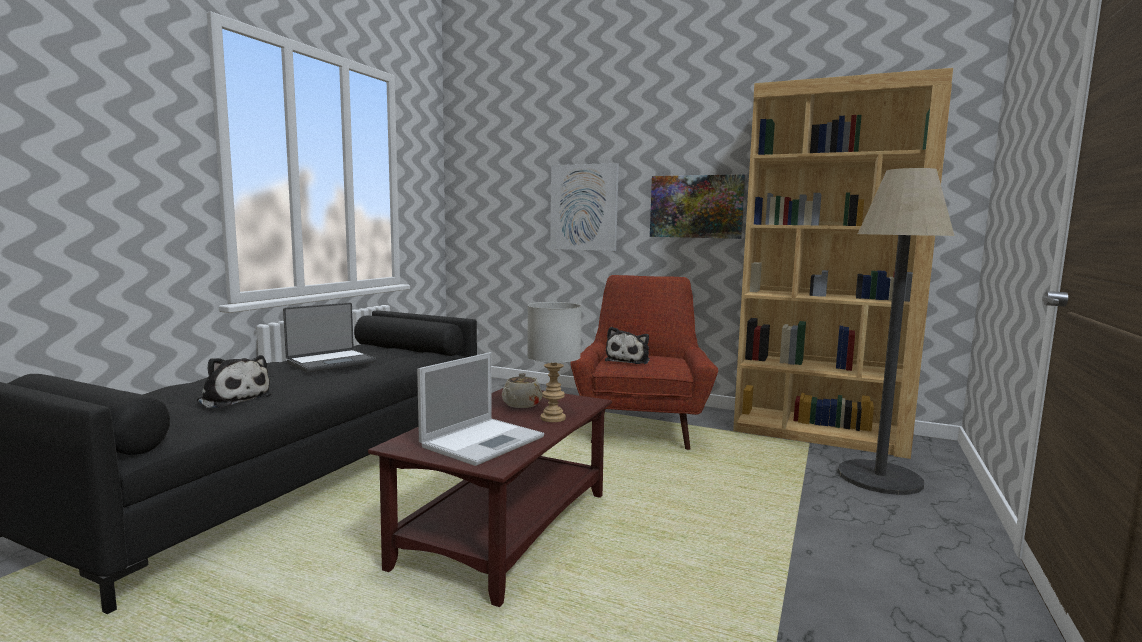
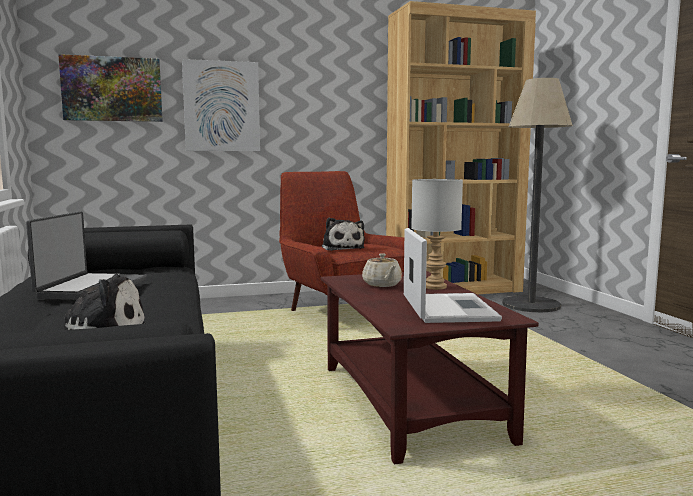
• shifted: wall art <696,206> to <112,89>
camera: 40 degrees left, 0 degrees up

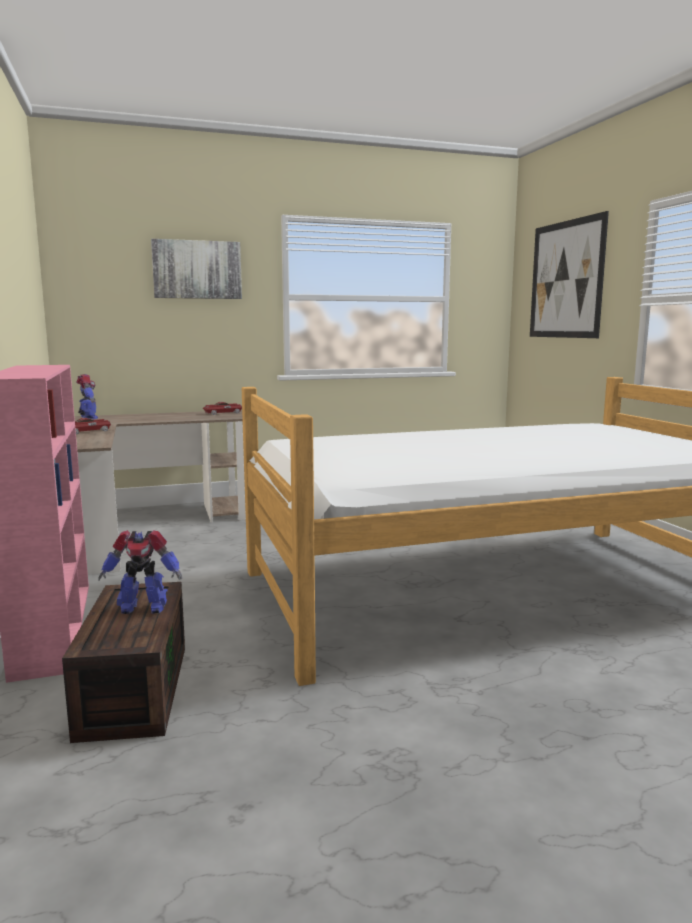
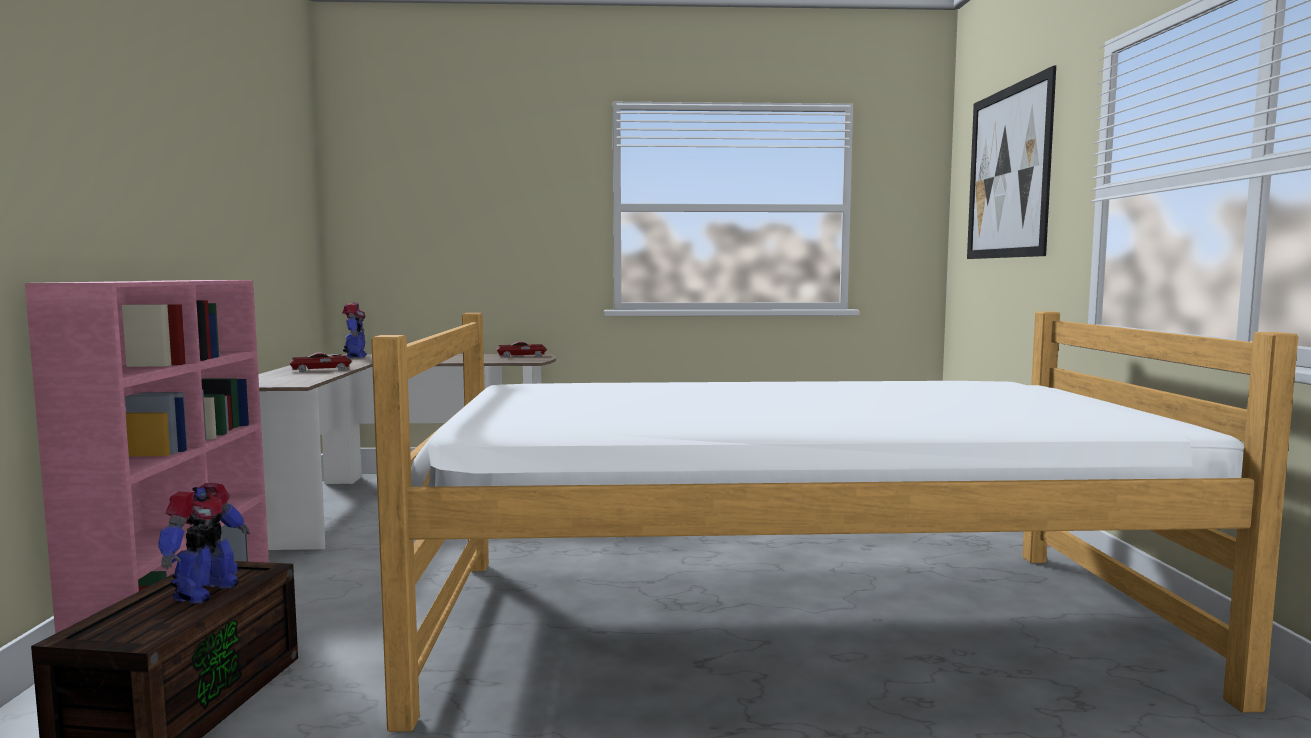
• rotated: model robot <143,607> = <204,592> 90 degrees counterclockwise
• gone: wall art <197,270>
camera: 15 degrees right, 5 degrees down

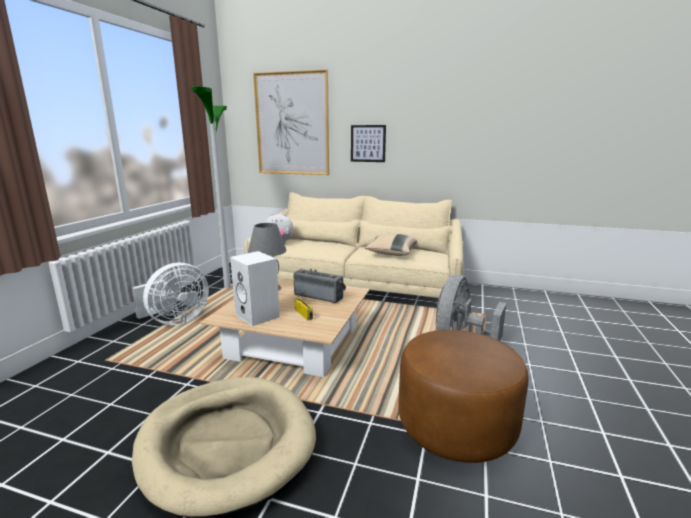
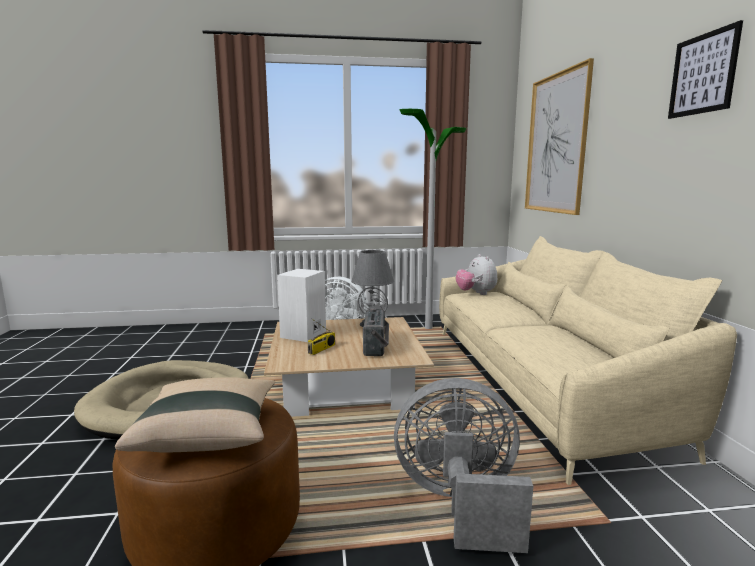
• shifted: wall art <368,143> to <703,74>
• shifted: cushion (sand-coloured) <391,253> to <208,433>
camera: 65 degrees right, 5 degrees down

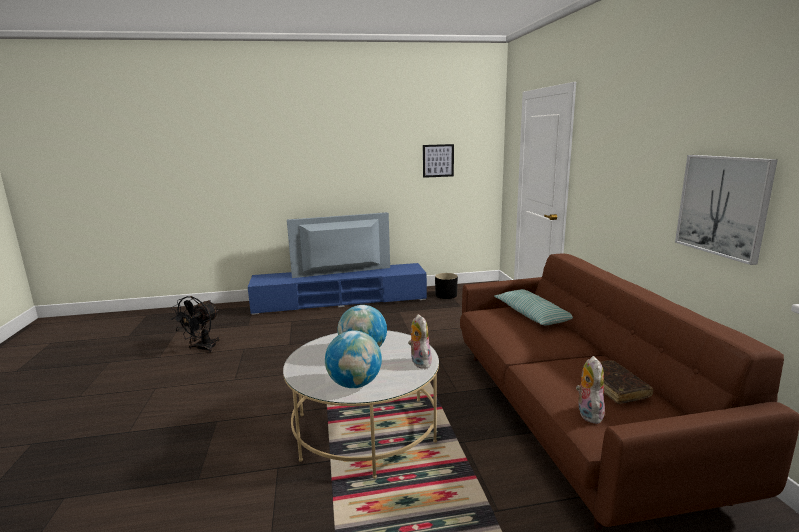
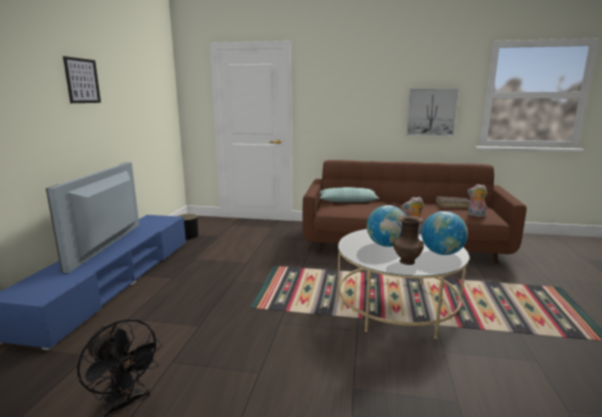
• shifted: wall art <438,160> to <82,81>
• new: vase (brown) <406,262>
camera: 70 degrees left, 0 degrees up

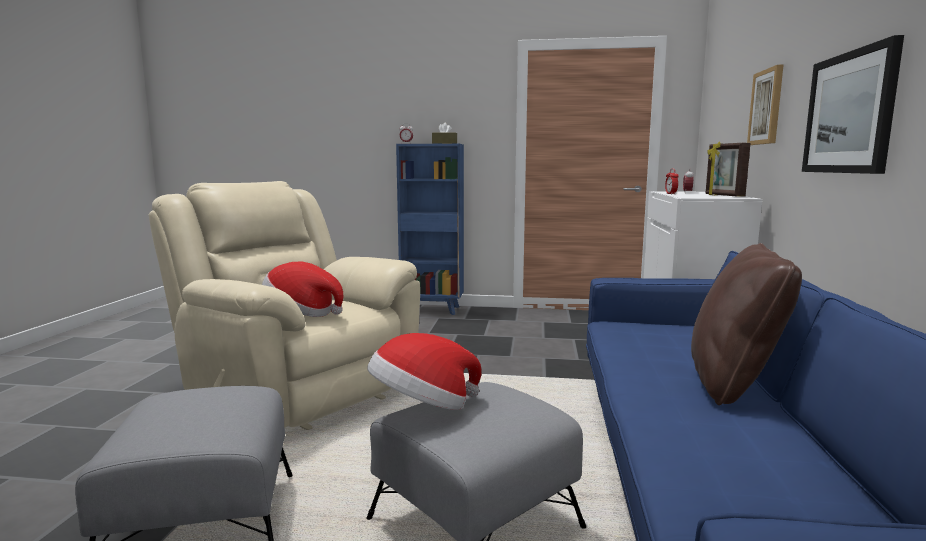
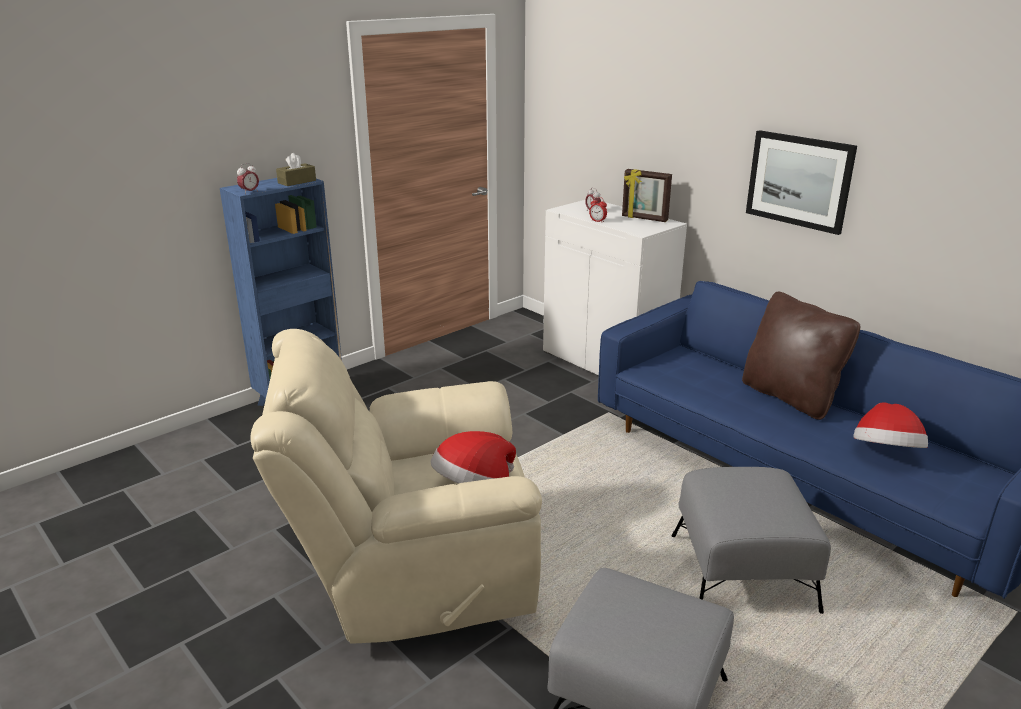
• shifted: clothing hat <423,408> to <885,453>
• gone: wall art <767,107>
camera: 50 degrees left, 15 degrees up

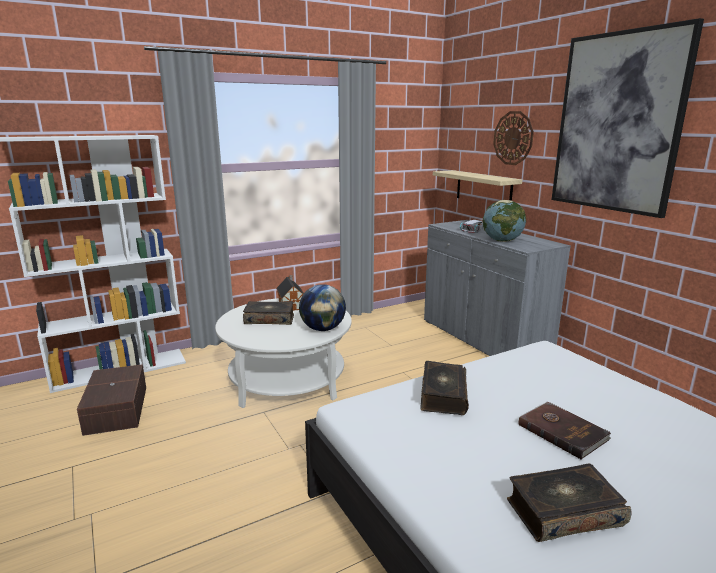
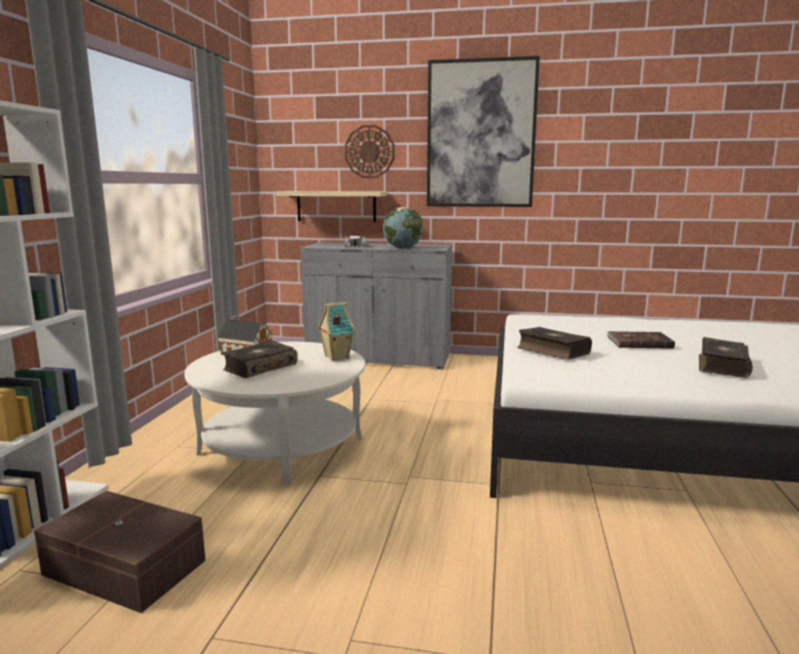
• swapped: world globe <323,329> to toy house <336,357>
camera: 50 degrees left, 5 degrees down

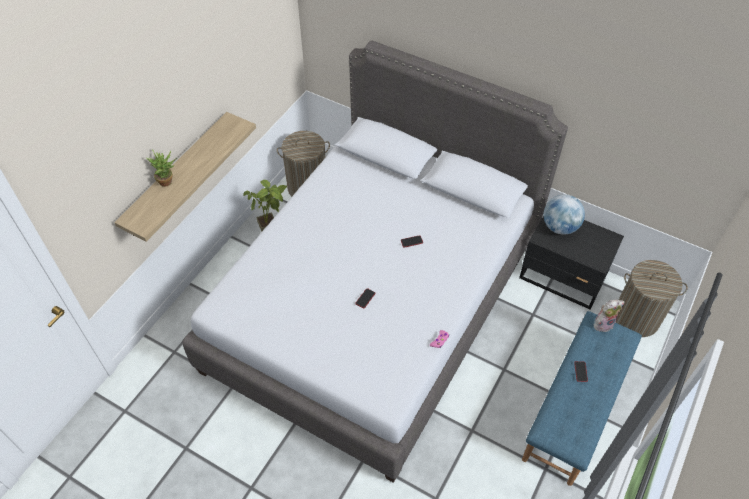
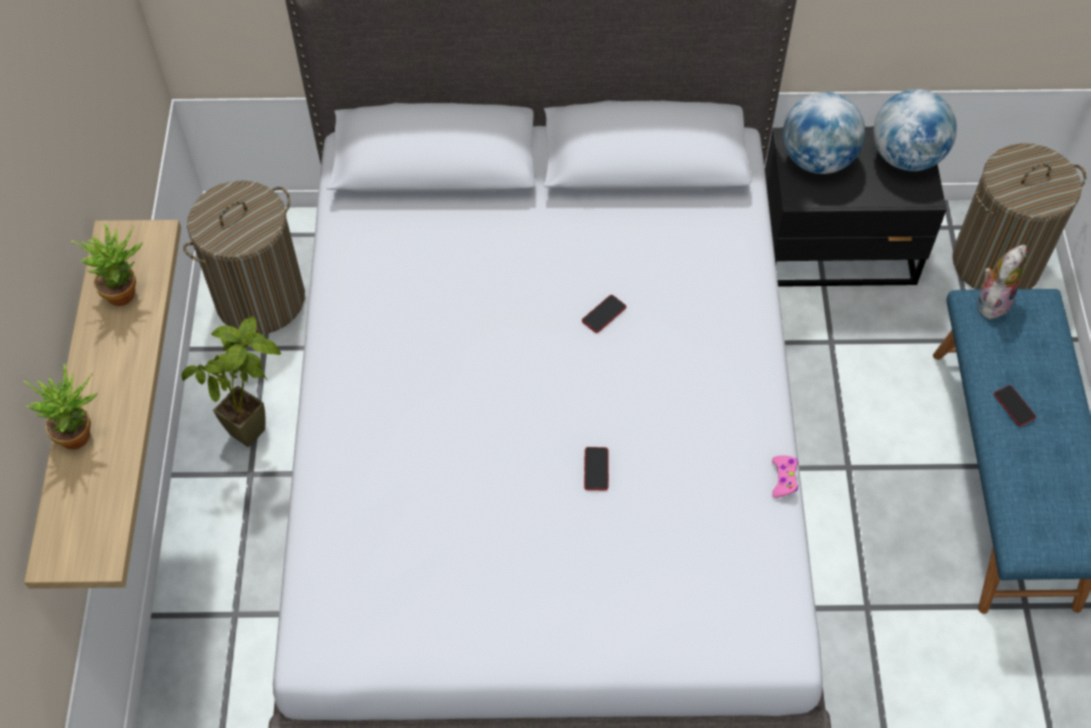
• new: houseplant <126,290>
• new: world globe <906,157>
camera: 30 degrees left, 5 degrees up

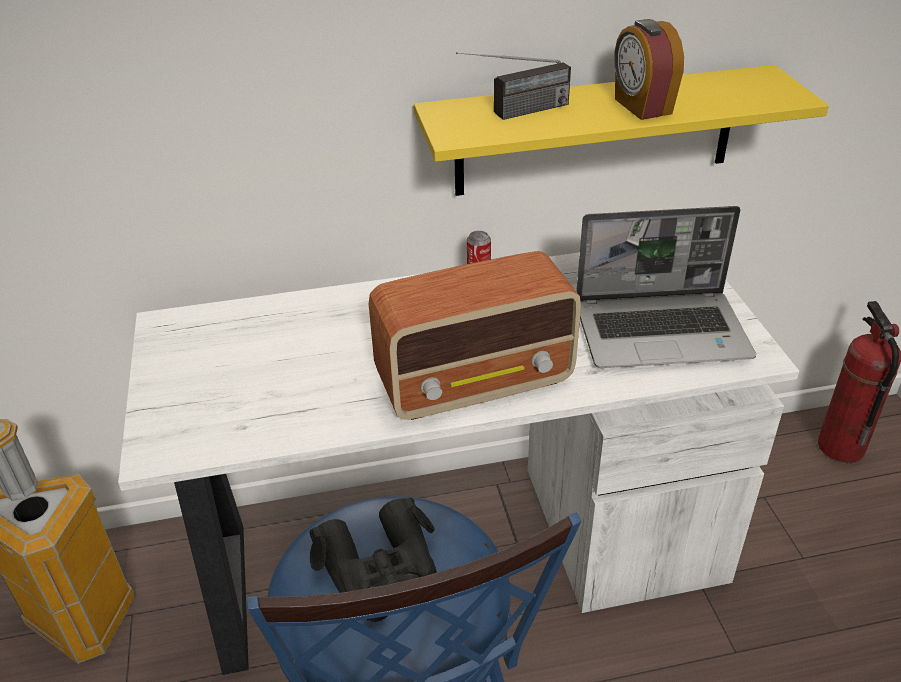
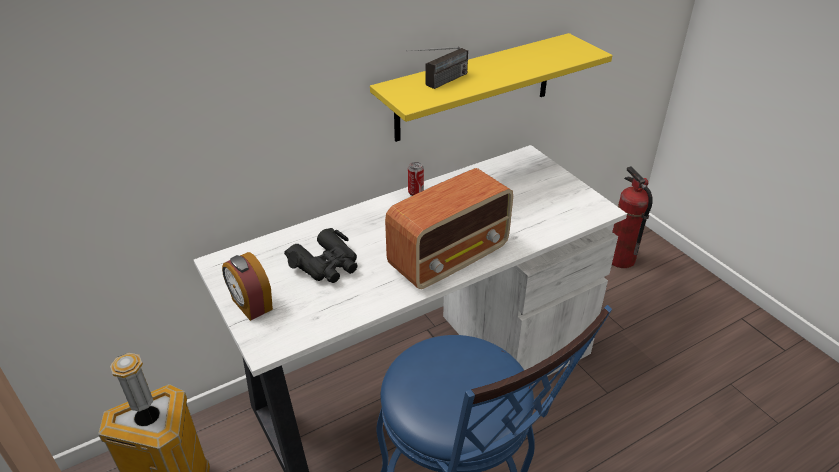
• shifted: binoculars (blackish) <381,571> to <326,264>
• gone: laptop <662,331>
• shifted: bedside clock <641,106> to <251,305>
camera: 20 degrees left, 0 degrees up

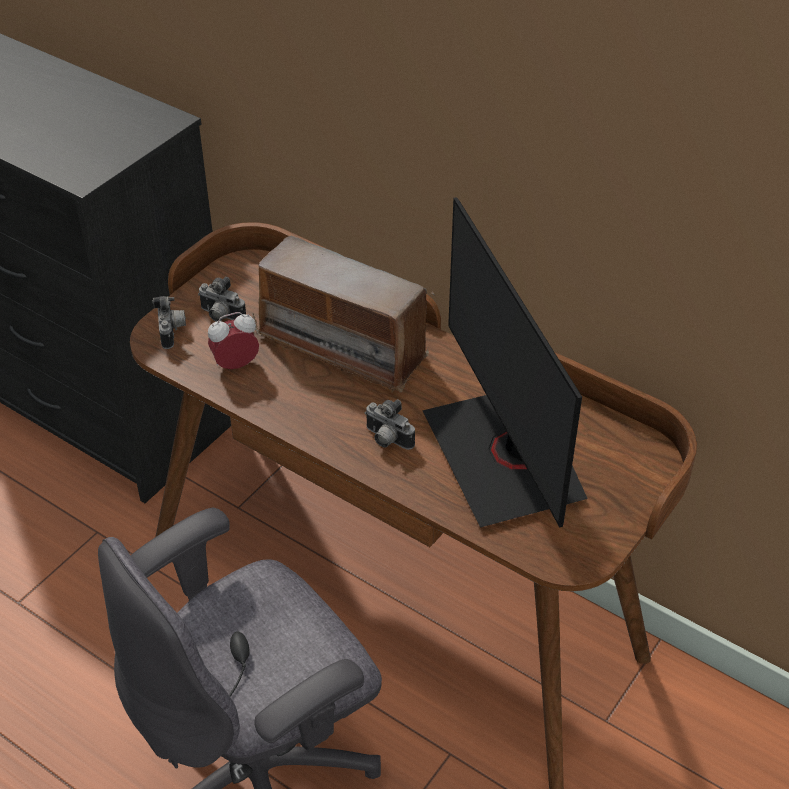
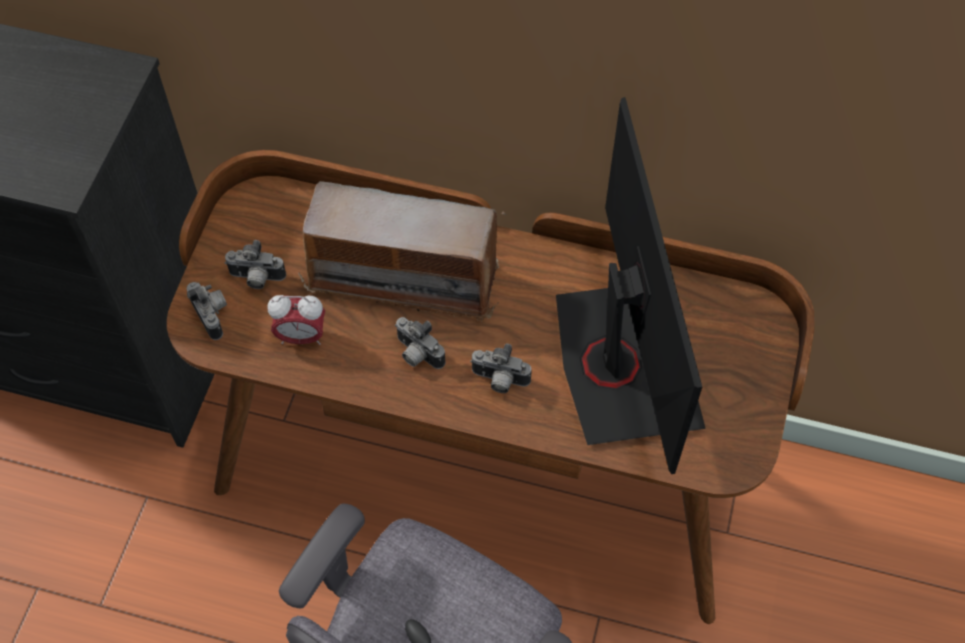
• rotated: bedside clock <236,365> = <301,336> 135 degrees counterclockwise
• rotated: computer display <505,457> = <624,363> 150 degrees counterclockwise
• new: still camera <417,354>
camera: 20 degrees left, 15 degrees up

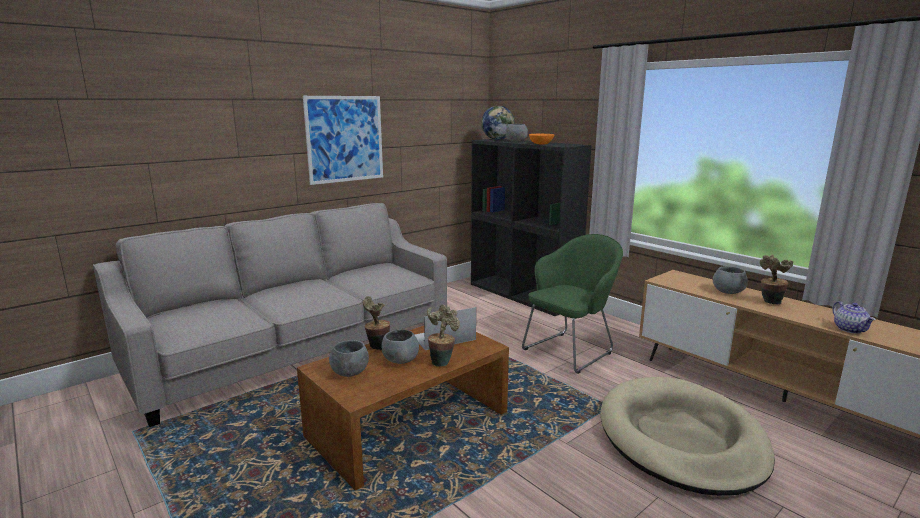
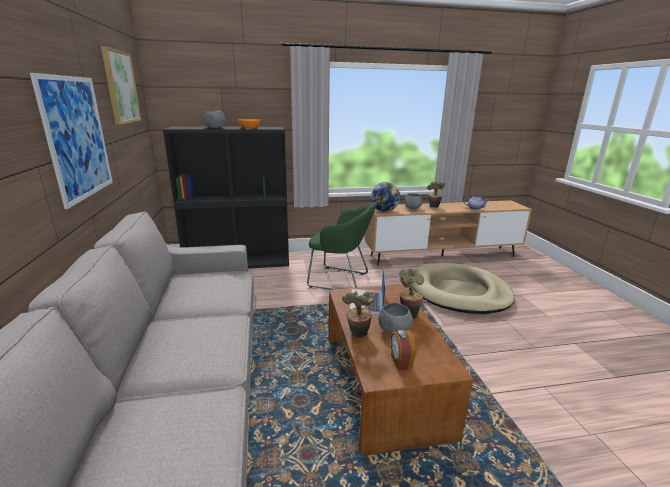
• swapped: bowl (gray) <349,373> to bedside clock <400,362>
• shifted: world globe <497,139> to <384,210>
• rotated: easy chair (greenish) <571,350> = <341,280> 120 degrees clockwise
• new: wall art <120,87>
camera: 60 degrees left, 5 degrees up

